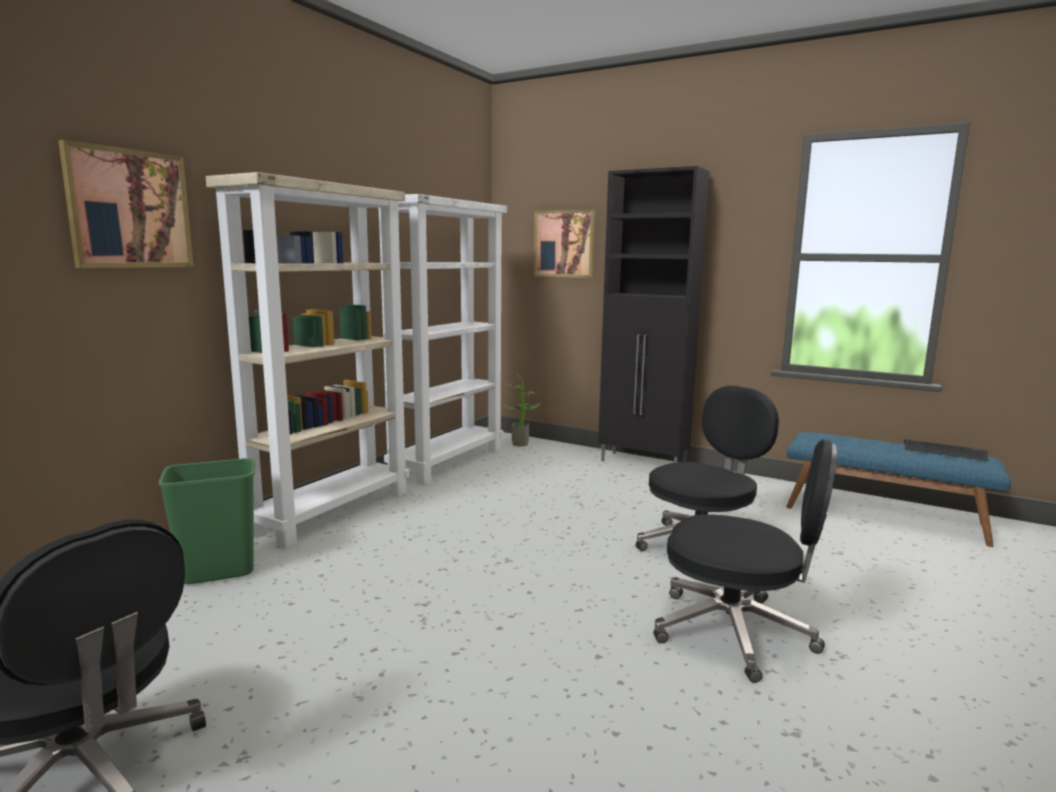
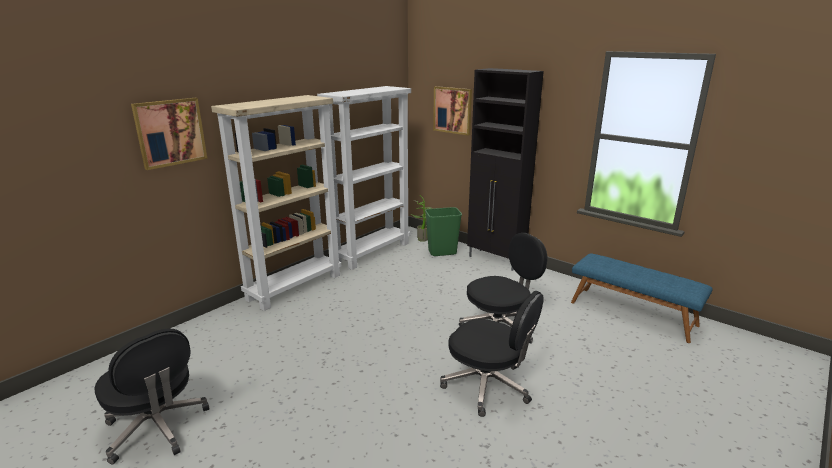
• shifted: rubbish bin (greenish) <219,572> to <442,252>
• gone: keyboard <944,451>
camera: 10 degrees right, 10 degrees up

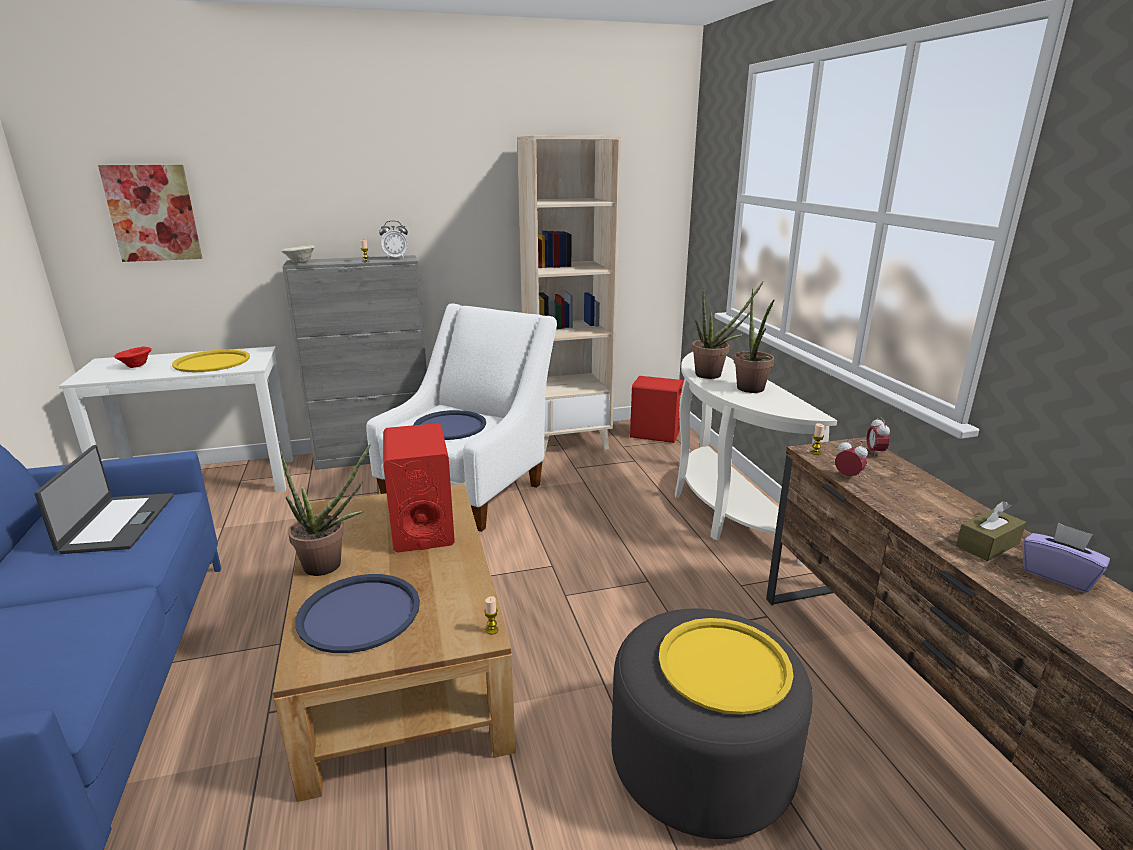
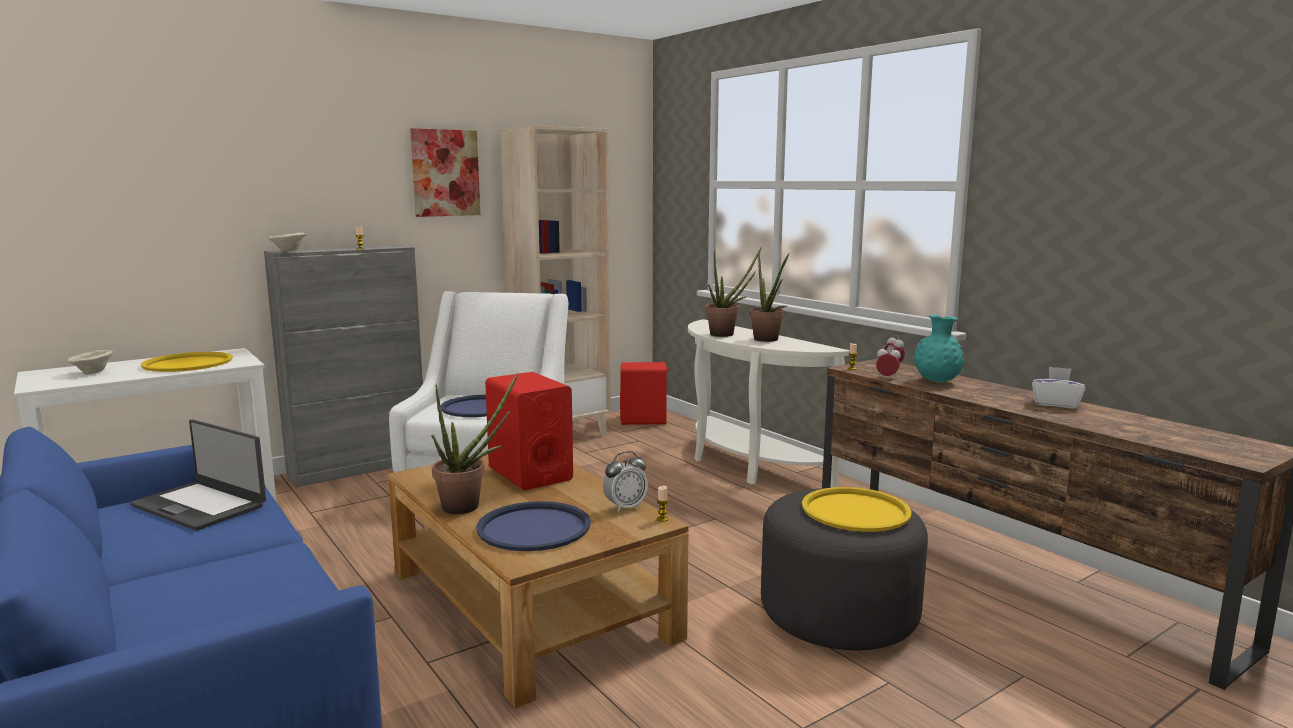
• rotated: laptop <117,523> = <201,505> 150 degrees clockwise
• shifted: wall art <153,213> to <445,173>
• repainted: bowl (reddish) <136,366> to bowl (sand-coloured) <93,373>
• shifted: bedside clock <396,258> to <625,507>
• gone: tissue box (brown) <987,545>
• repainted: tissue box (purple) <1058,575> to tissue box (white-coloured) <1055,404>
• new: vase (turquoise) <937,381>
camera: 20 degrees left, 10 degrees down

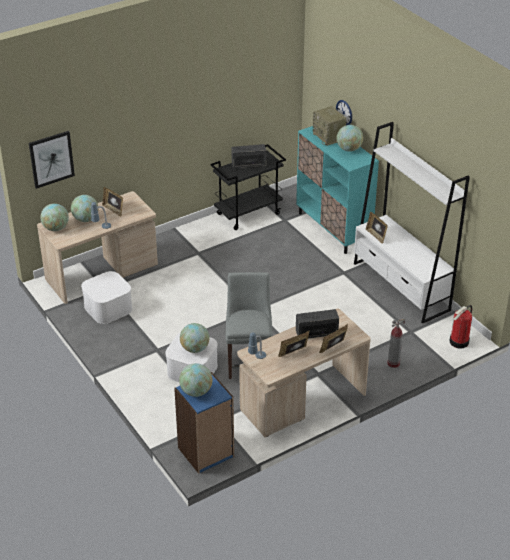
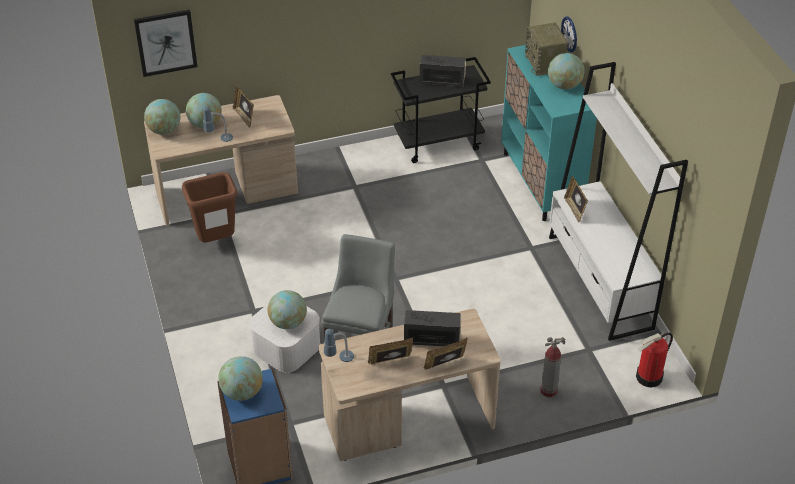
• swapped: storage bin (white-coloured) <108,308> to rubbish bin (brown) <215,241>
camera: 15 degrees right, 5 degrees up

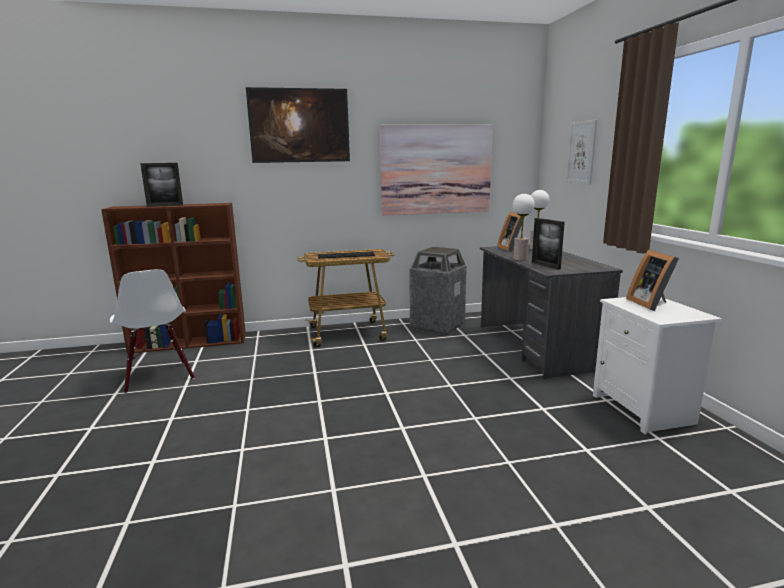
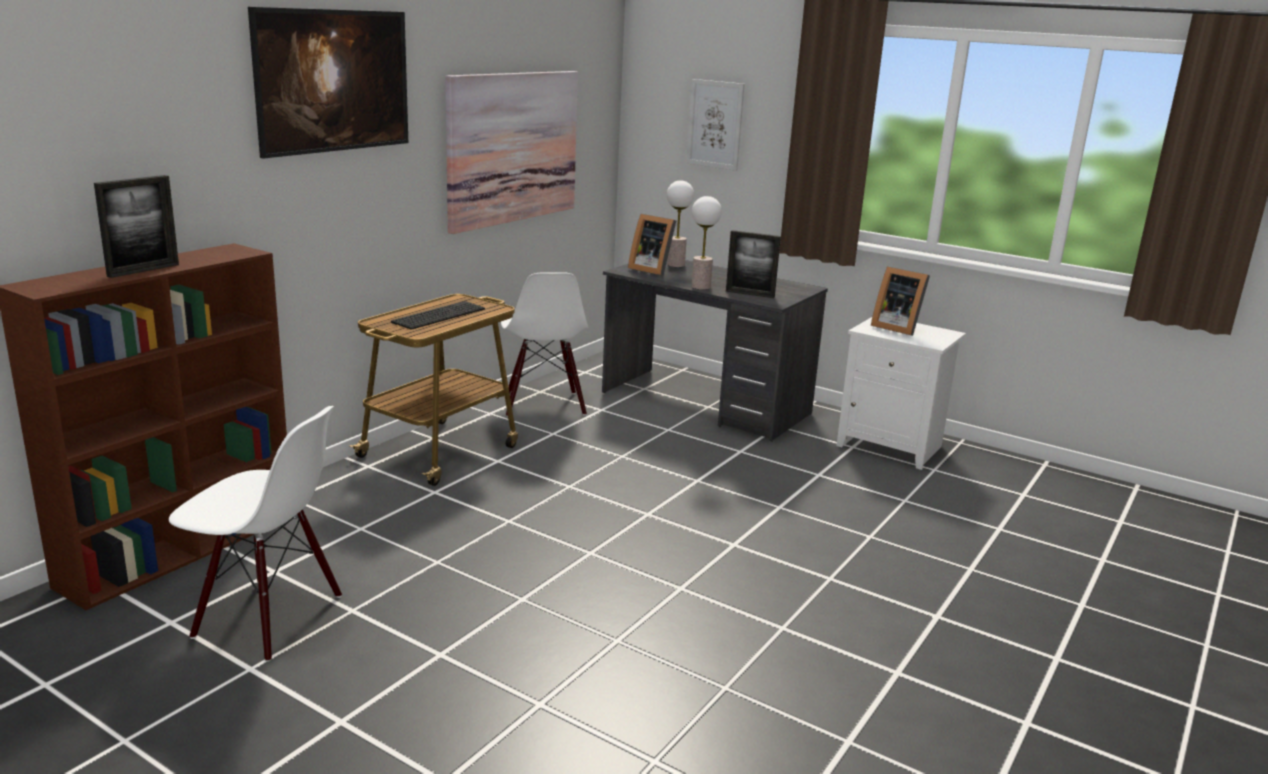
• swapped: rubbish bin <437,325> to plain chair (white-coloured) <543,405>
camera: 45 degrees left, 5 degrees up

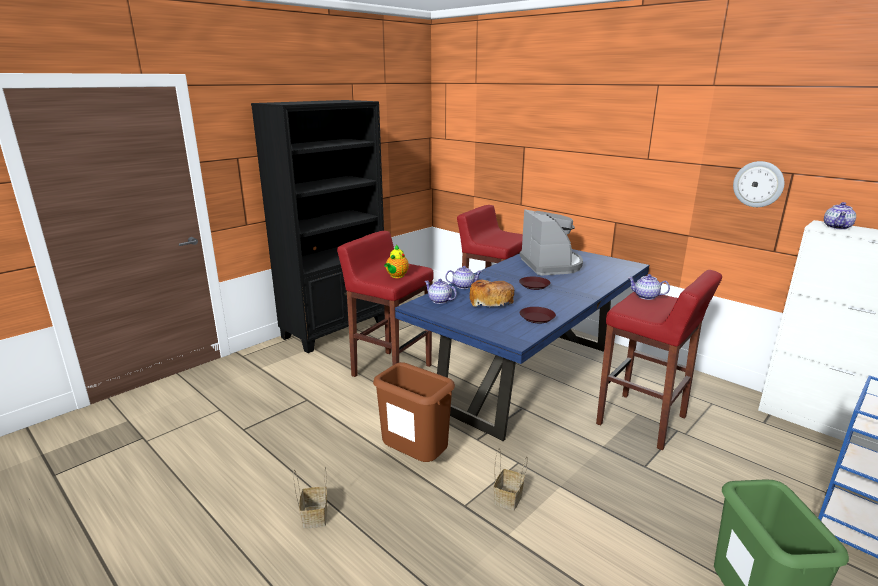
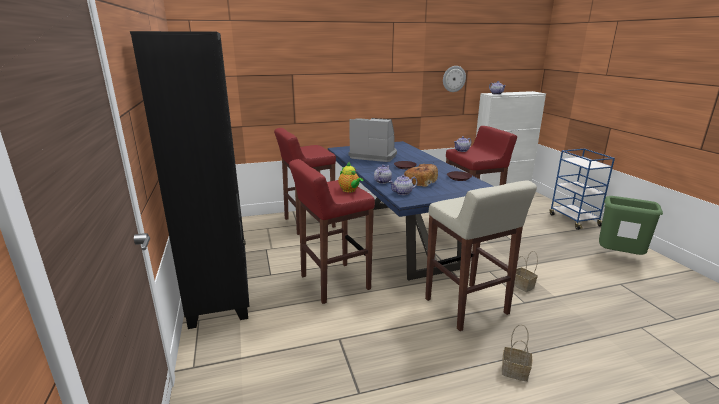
• swapped: rubbish bin (brown) <414,460> to sitting stool (sand-coloured) <467,307>
camera: 60 degrees left, 0 degrees up

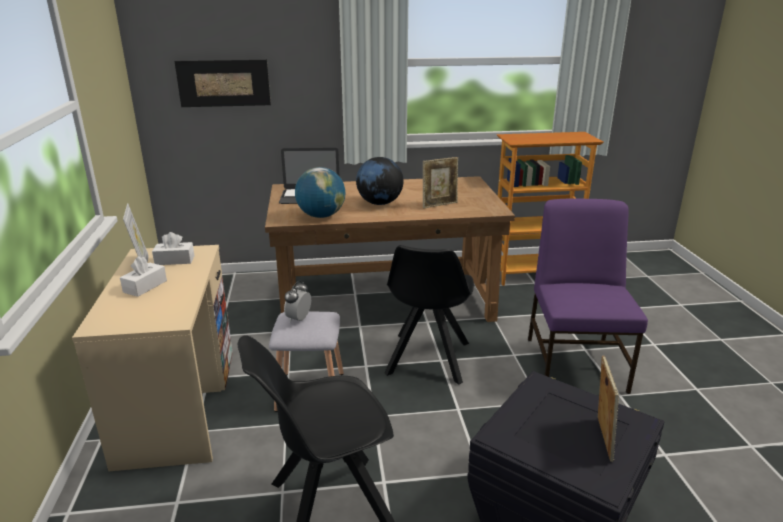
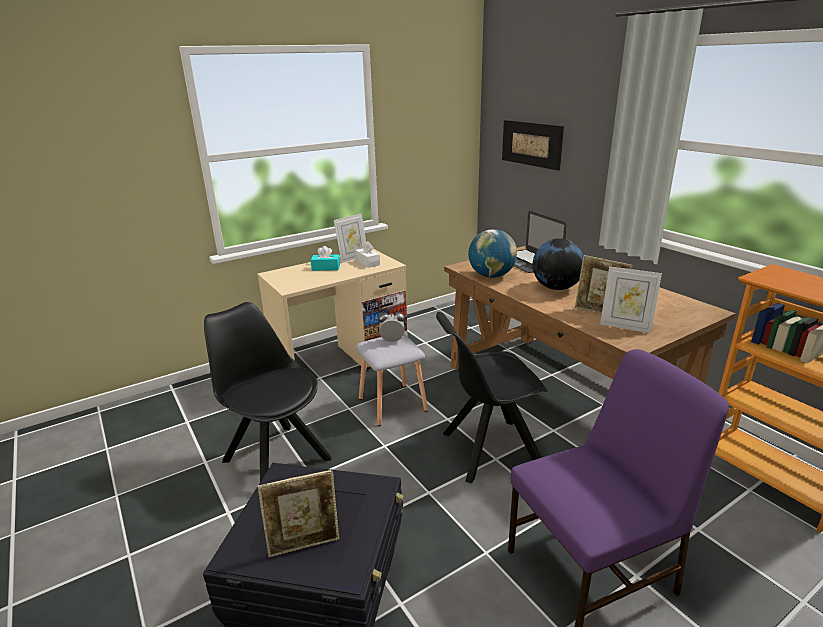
• repainted: tissue box (white-coloured) <145,286> to tissue box (turquoise) <326,268>
• new: photo frame <625,326>
camera: 65 degrees right, 0 degrees up

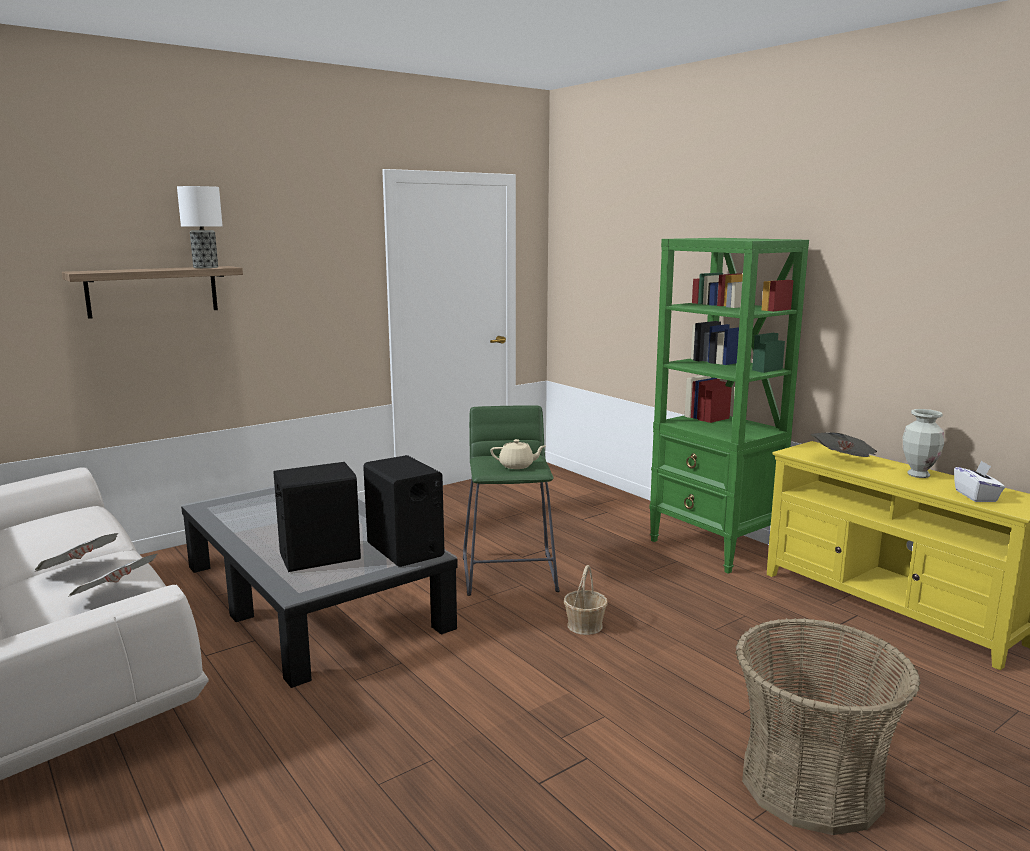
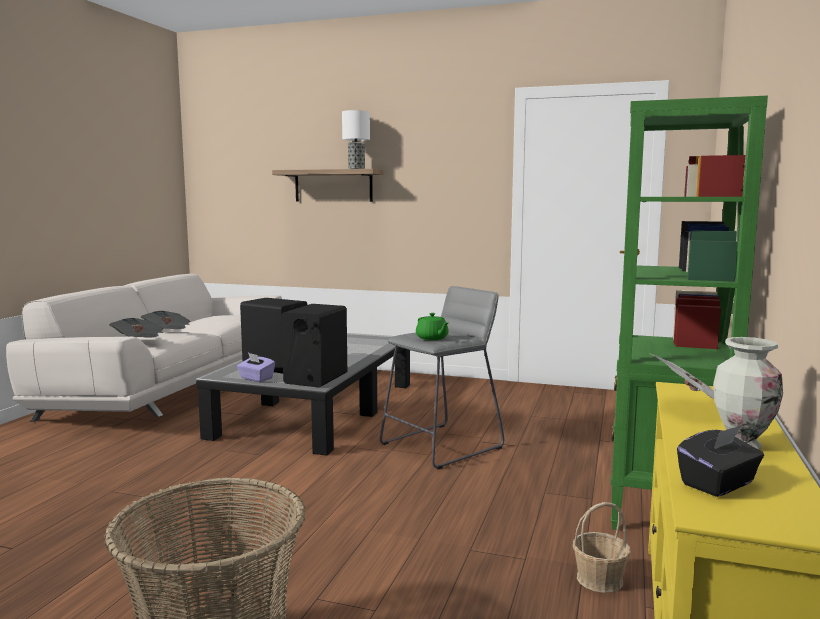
• repainted: sitting stool (greenish) <509,573> to sitting stool (gray) <441,446>
• repainted: pot for tea (sand-coloured) <517,466> to pot for tea (greenish) <432,338>
• shifted: household basket <585,625> to <600,579>
• repainted: tissue box (white-coloured) <976,496> to tissue box (blackish) <718,484>
• new: tissue box (purple) <256,378>
camera: 55 degrees right, 5 degrees down

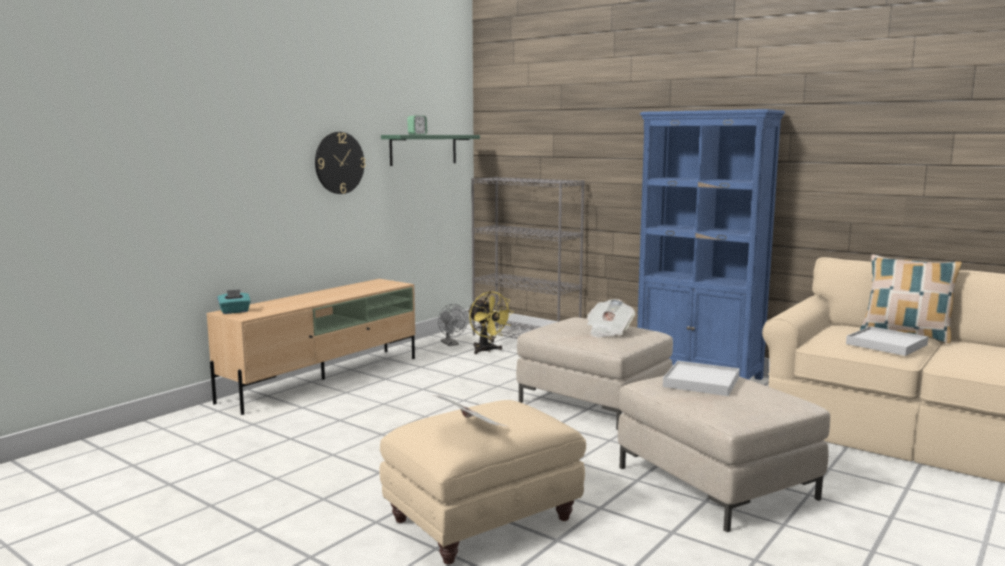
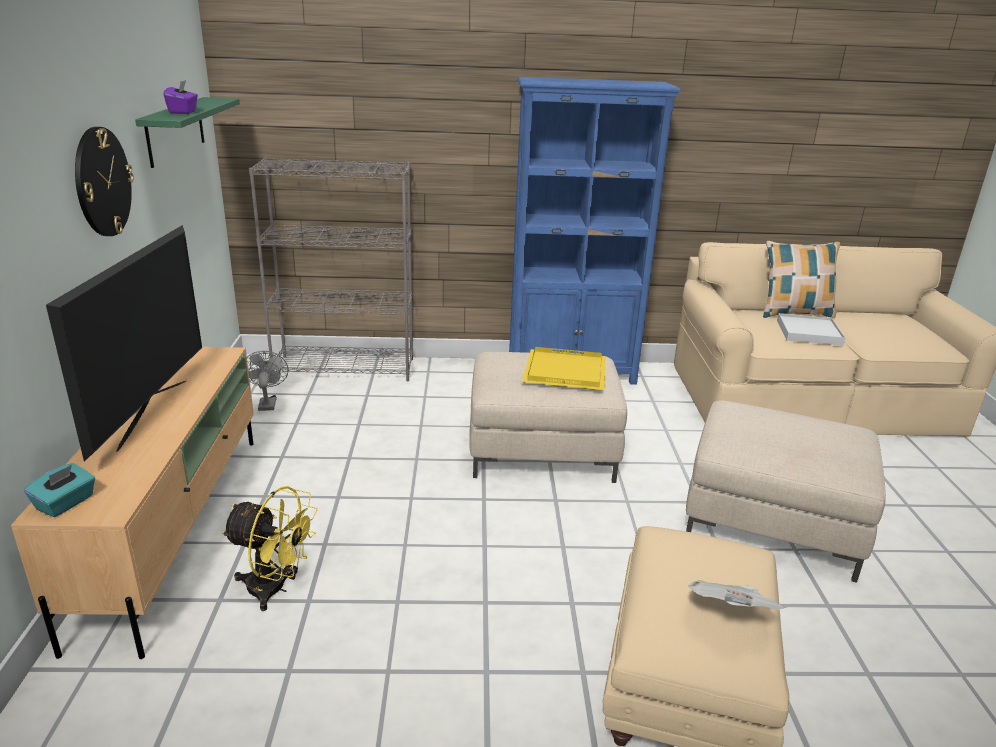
• swapped: bedside clock <417,134> to tissue box (purple) <183,112>
• rotated: electric fan (gray) <451,344> = <267,403> 120 degrees counterclockwise
• shifted: electric fan (yellow-coloured) <487,351> to <275,589>
• swapped: newspaper <608,332> to tray (yellow-coloured) <566,372>
• gone: tray (white-coloured) <701,382>
• new: TV set <152,413>
camera: 40 degrees left, 15 degrees up

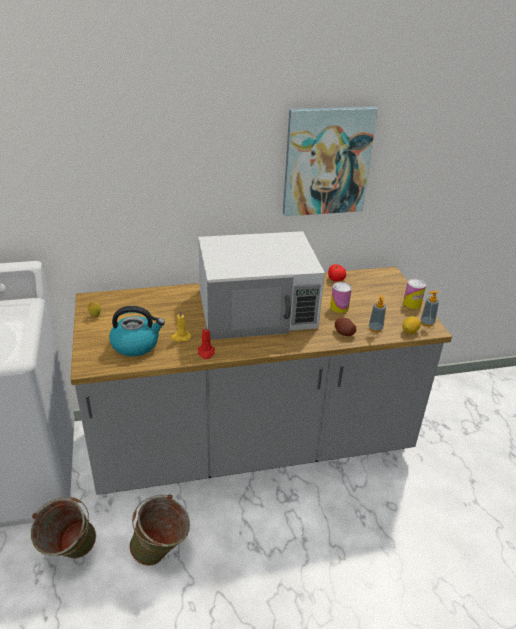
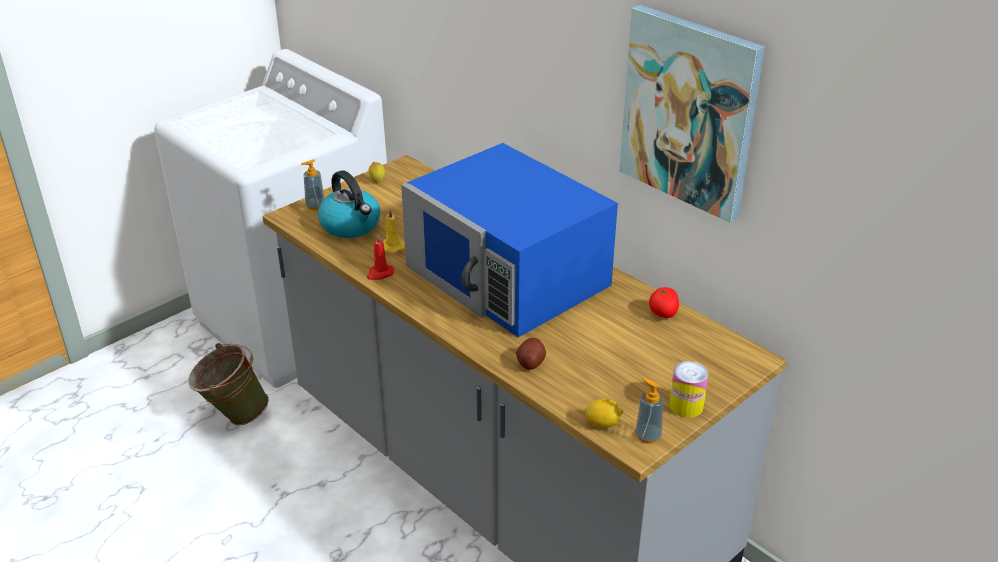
• gone: pail (greenish) <161,553>
• repainted: kitchen microwave (white-coloured) <257,309> to kitchen microwave (blue) <509,276>
• gone: sealed can <339,307>
• shifted: soap dispenser <375,328> to <315,206>
camera: 60 degrees right, 0 degrees up

